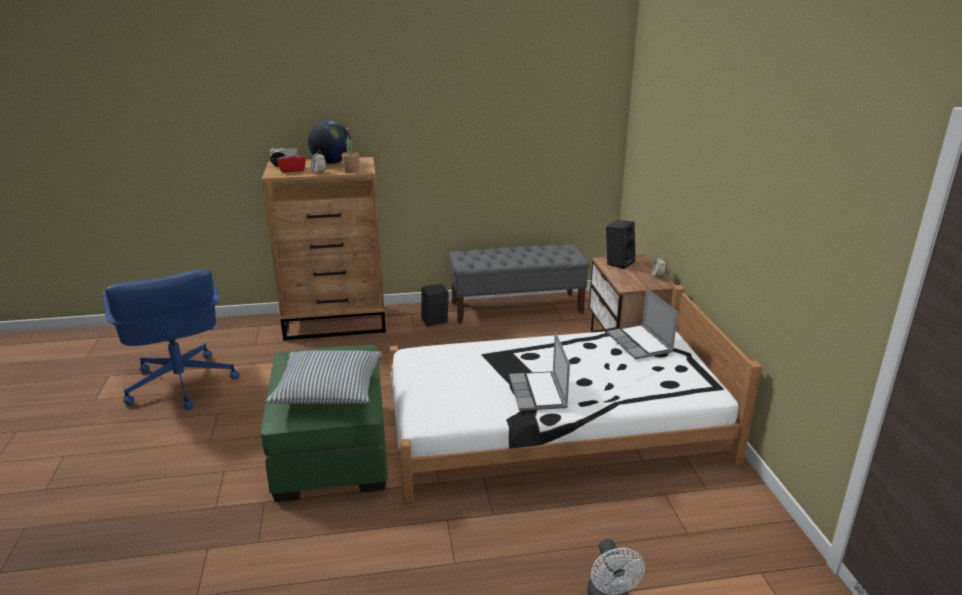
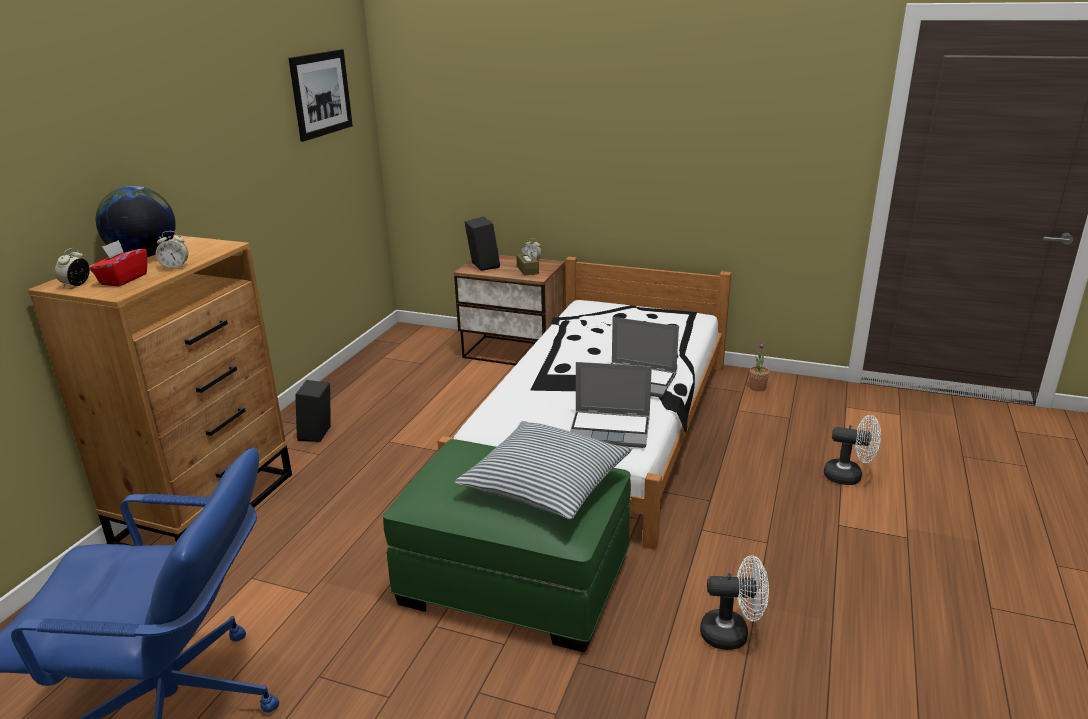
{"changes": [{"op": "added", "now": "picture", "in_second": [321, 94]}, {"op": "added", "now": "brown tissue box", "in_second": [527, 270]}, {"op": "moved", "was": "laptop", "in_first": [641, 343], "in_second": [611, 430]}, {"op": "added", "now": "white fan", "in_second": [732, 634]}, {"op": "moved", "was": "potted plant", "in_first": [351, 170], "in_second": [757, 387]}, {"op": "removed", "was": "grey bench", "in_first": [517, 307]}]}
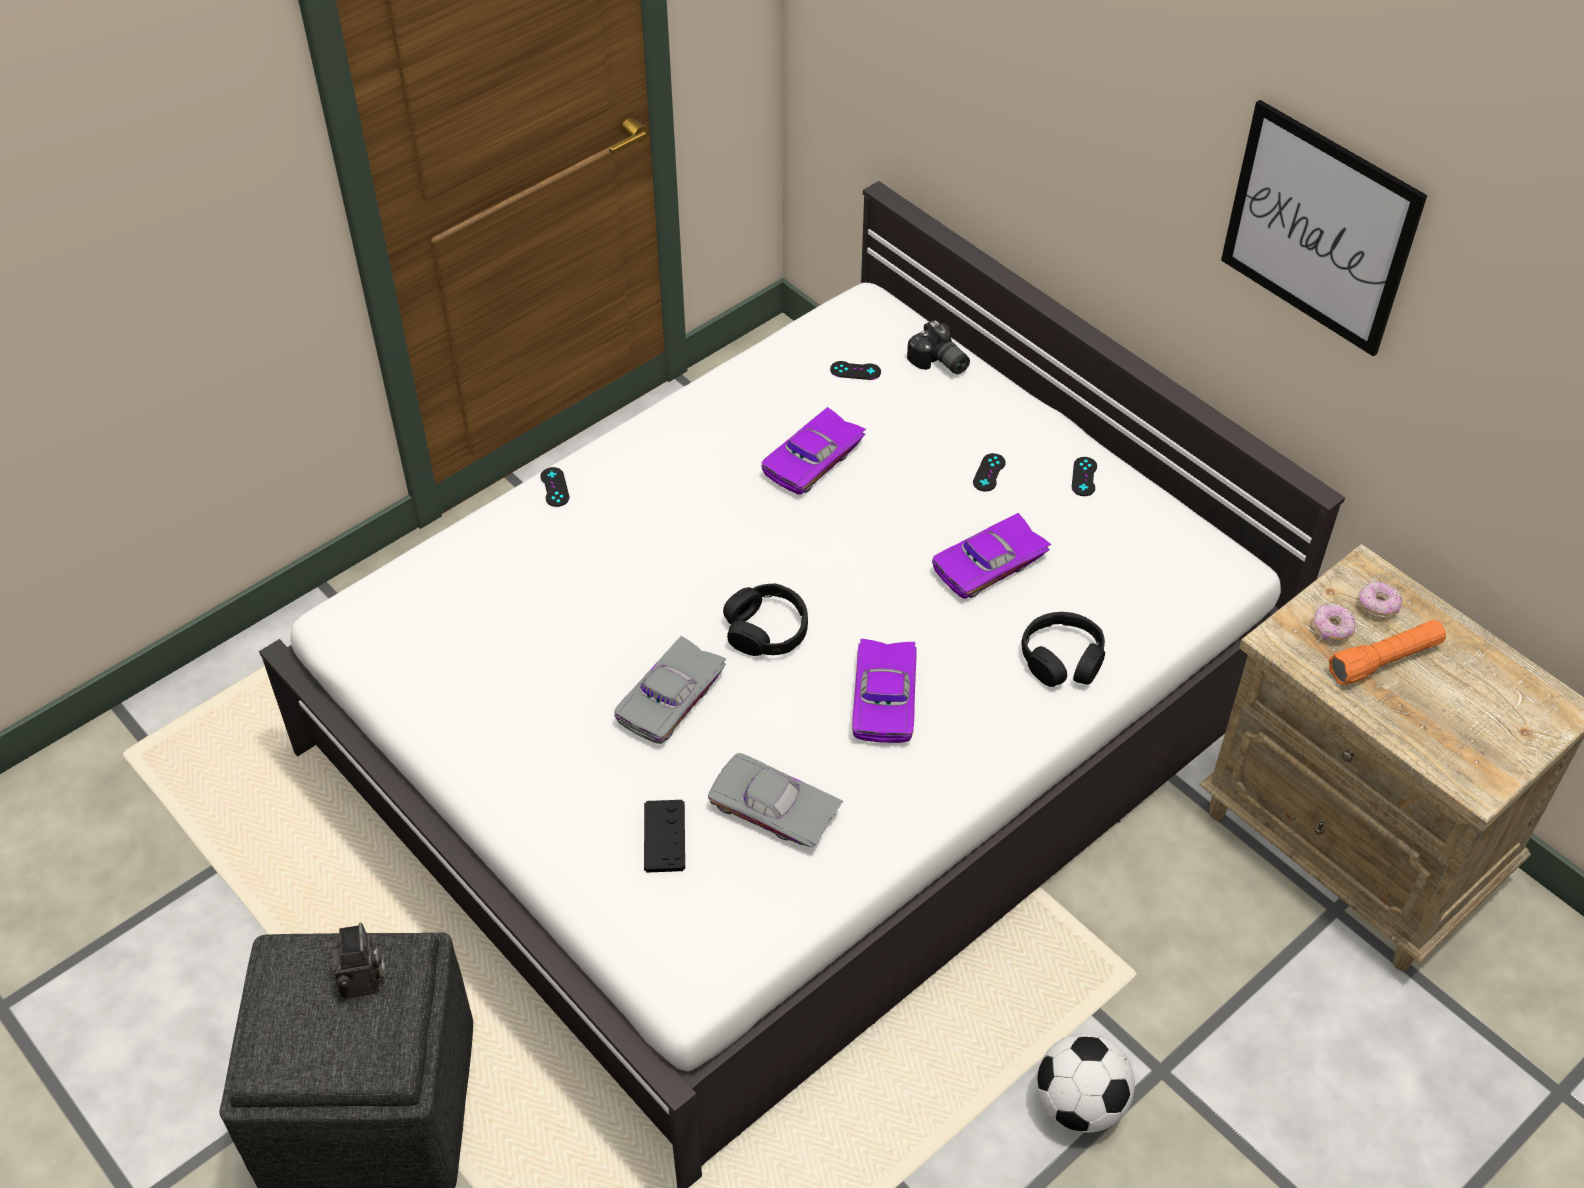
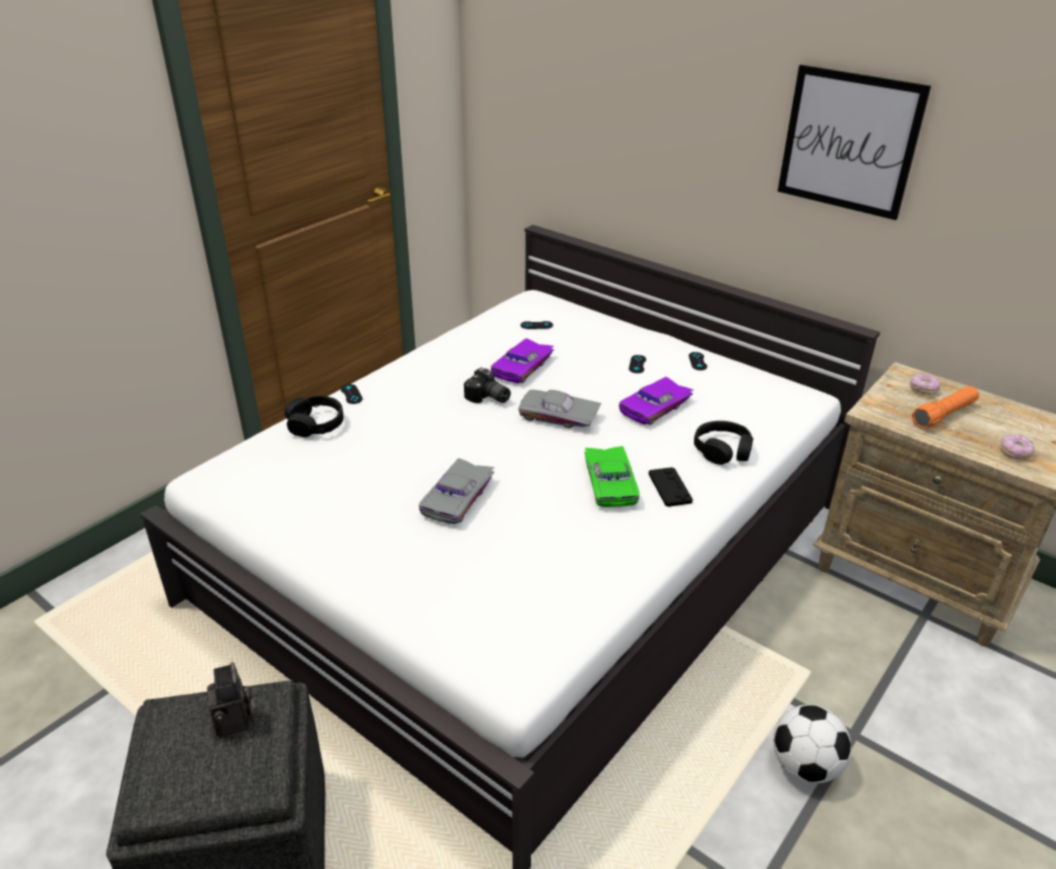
{"changes": [{"op": "moved", "was": "black headphones", "in_first": [766, 630], "in_second": [316, 424]}, {"op": "moved", "was": "photo camera", "in_first": [938, 363], "in_second": [488, 398]}, {"op": "moved", "was": "grey toy car", "in_first": [772, 812], "in_second": [558, 417]}, {"op": "recoloured", "was": "purple toy car", "now": "green toy car", "in_first": [888, 699], "in_second": [612, 483]}, {"op": "moved", "was": "black game controller", "in_first": [664, 837], "in_second": [669, 488]}, {"op": "moved", "was": "donut", "in_first": [1331, 629], "in_second": [1015, 453]}]}
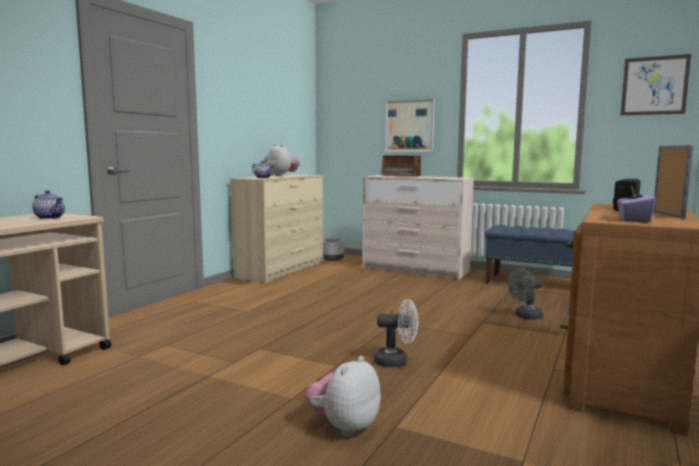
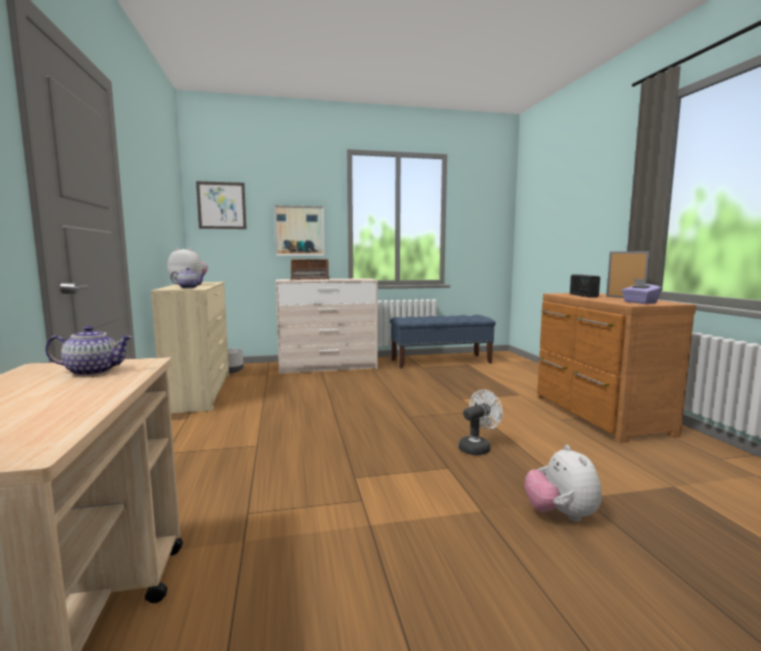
{"changes": [{"op": "moved", "was": "picture", "in_first": [654, 85], "in_second": [221, 205]}, {"op": "removed", "was": "grey fan", "in_first": [525, 316]}]}
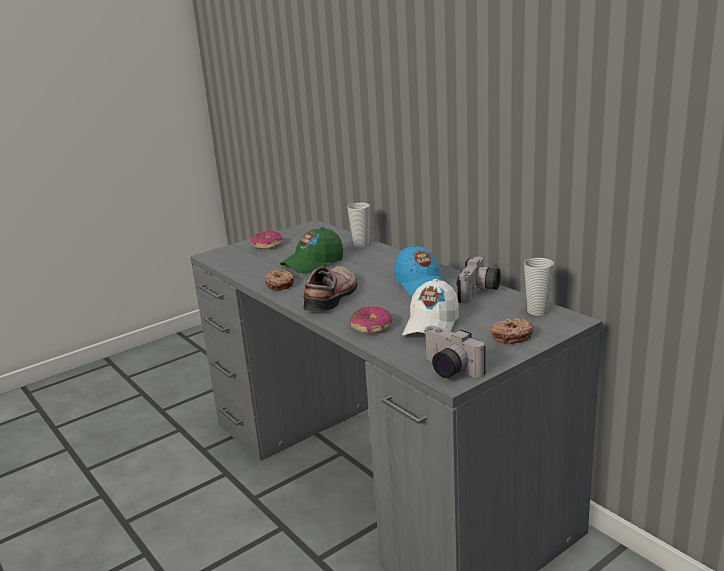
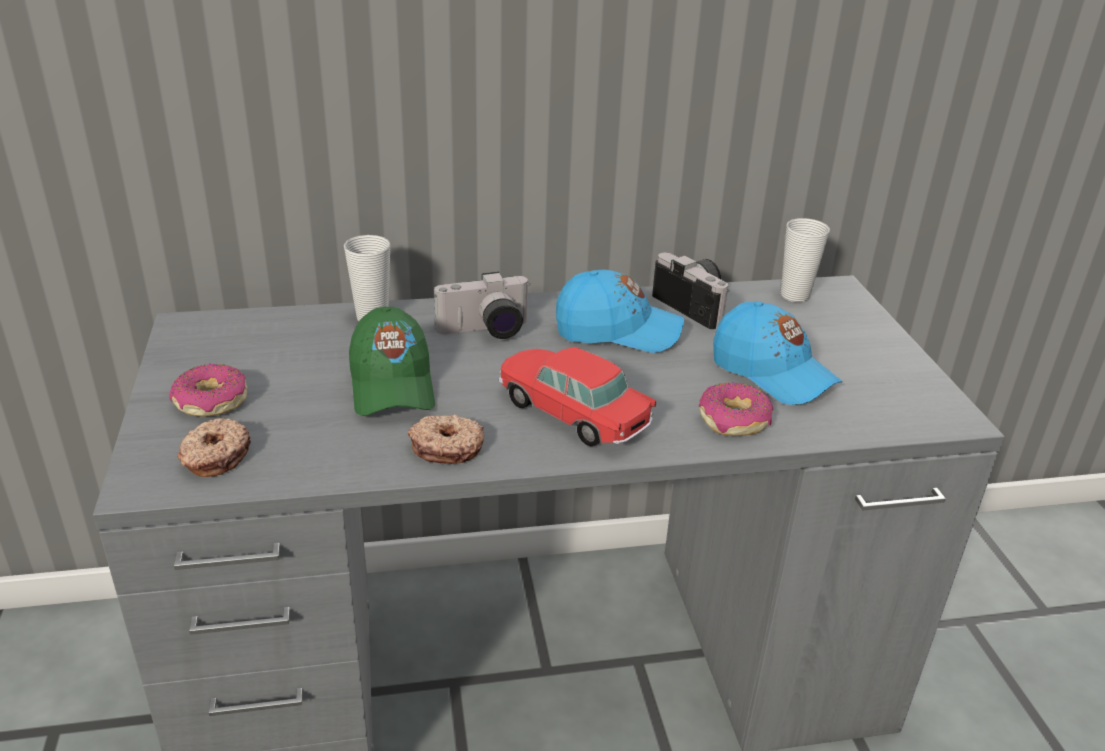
{"changes": [{"op": "moved", "was": "donut", "in_first": [511, 336], "in_second": [215, 456]}, {"op": "moved", "was": "photo camera", "in_first": [448, 370], "in_second": [485, 331]}, {"op": "replaced", "was": "shoe", "now": "toy car", "in_first": [333, 296], "in_second": [572, 413]}, {"op": "recoloured", "was": "white cap", "now": "blue cap", "in_first": [431, 325], "in_second": [772, 373]}]}
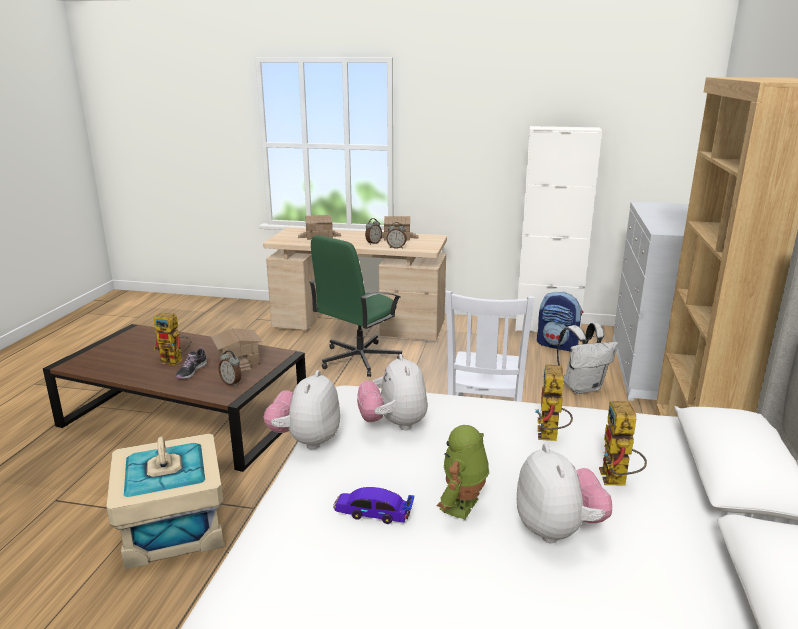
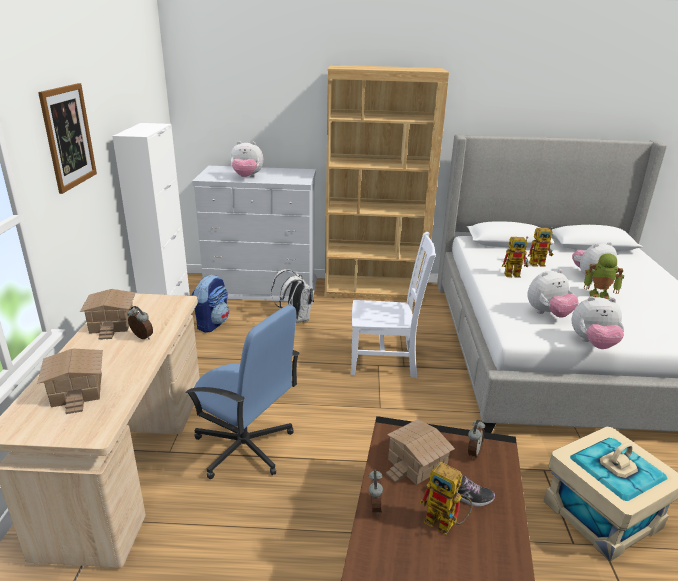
{"changes": [{"op": "added", "now": "picture", "in_second": [68, 137]}, {"op": "recoloured", "was": "green office chair", "now": "blue office chair", "in_first": [358, 359], "in_second": [245, 447]}, {"op": "added", "now": "plush toy", "in_second": [246, 177]}, {"op": "moved", "was": "alarm clock", "in_first": [396, 248], "in_second": [374, 507]}, {"op": "turned", "was": "toy robot", "in_first": [176, 361], "in_second": [445, 524], "clockwise": 120}, {"op": "removed", "was": "toy car", "in_first": [373, 513]}]}
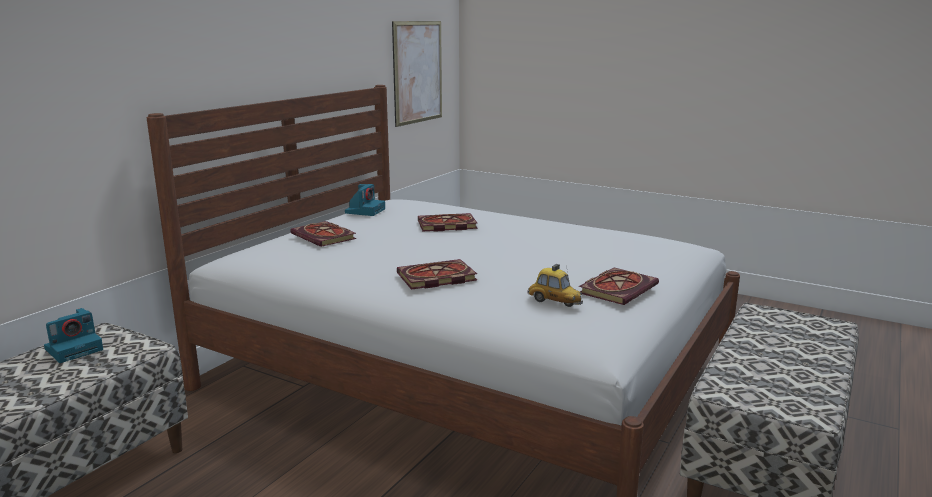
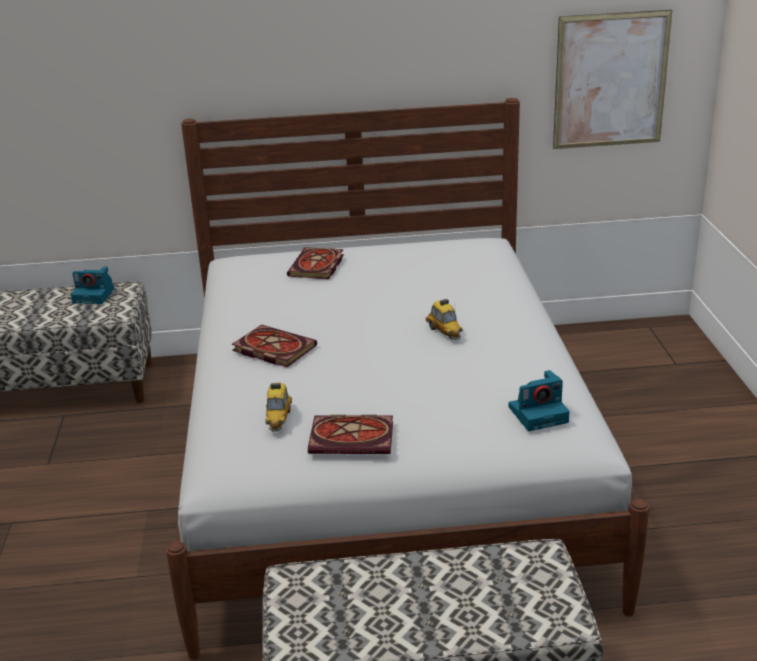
{"changes": [{"op": "added", "now": "toy car", "in_second": [444, 332]}, {"op": "moved", "was": "photo camera", "in_first": [365, 211], "in_second": [539, 414]}, {"op": "removed", "was": "book", "in_first": [445, 225]}]}
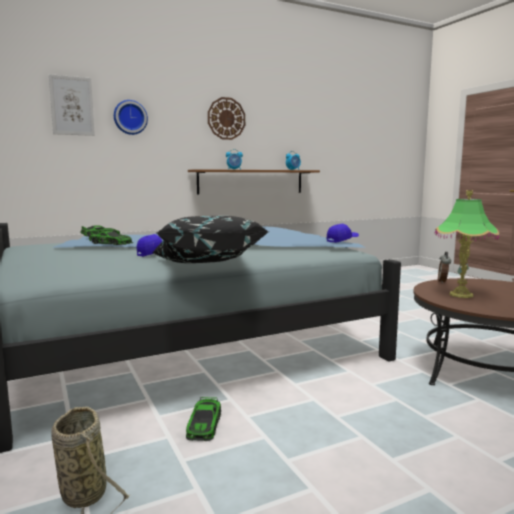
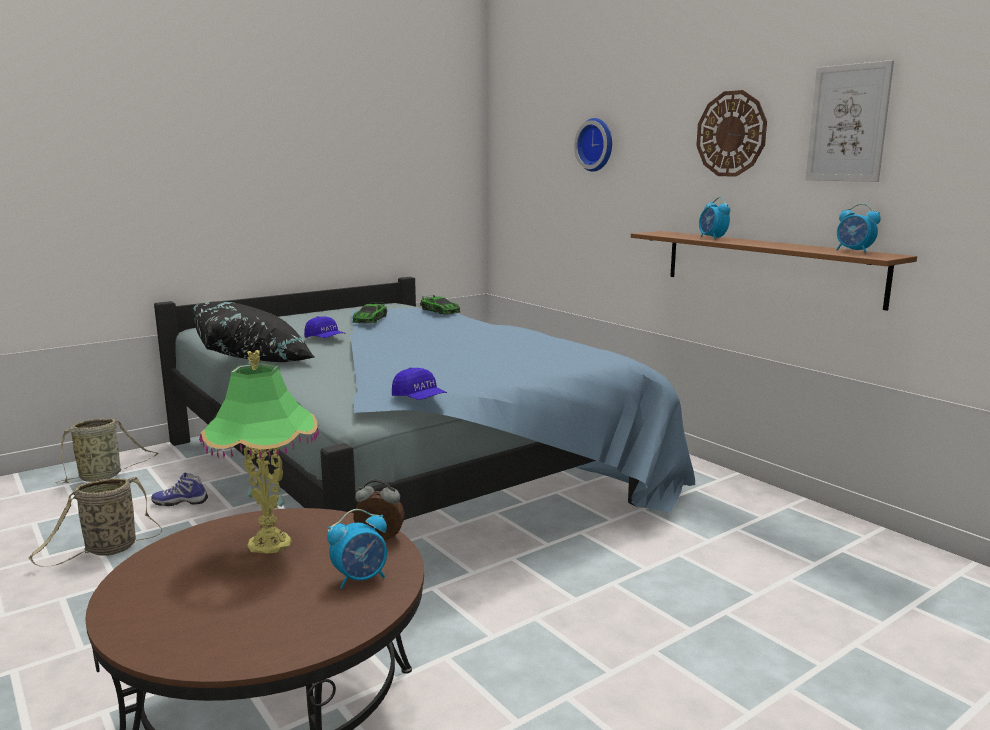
{"changes": [{"op": "added", "now": "basket", "in_second": [107, 550]}, {"op": "replaced", "was": "toy car", "now": "shoe", "in_first": [204, 425], "in_second": [181, 502]}, {"op": "added", "now": "alarm clock", "in_second": [361, 578]}, {"op": "moved", "was": "picture", "in_first": [72, 106], "in_second": [848, 123]}]}
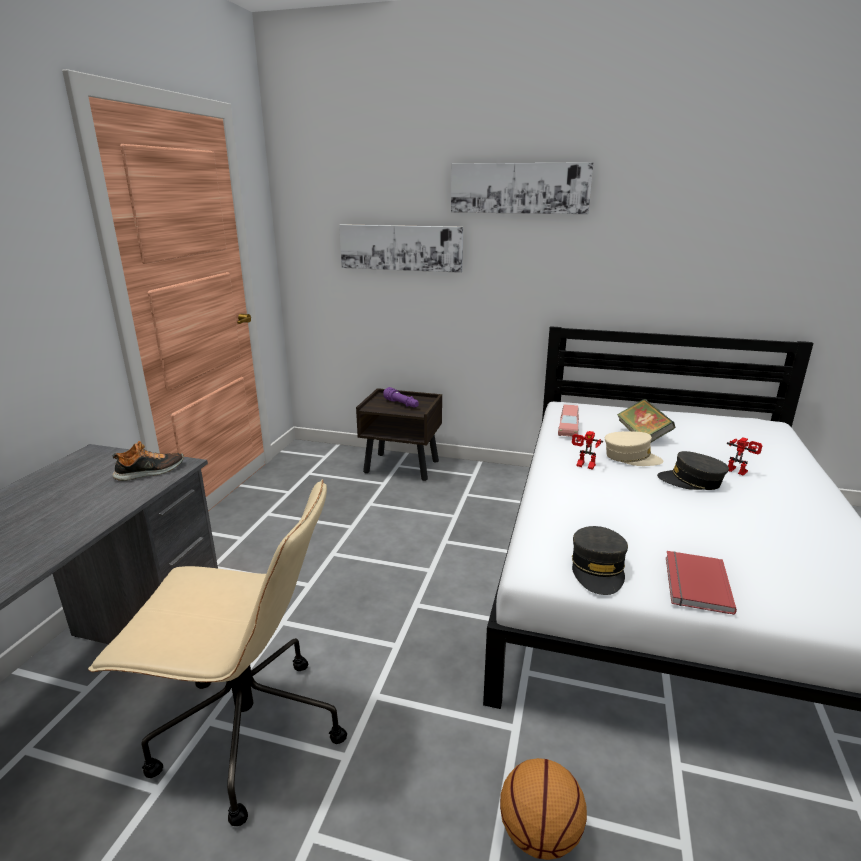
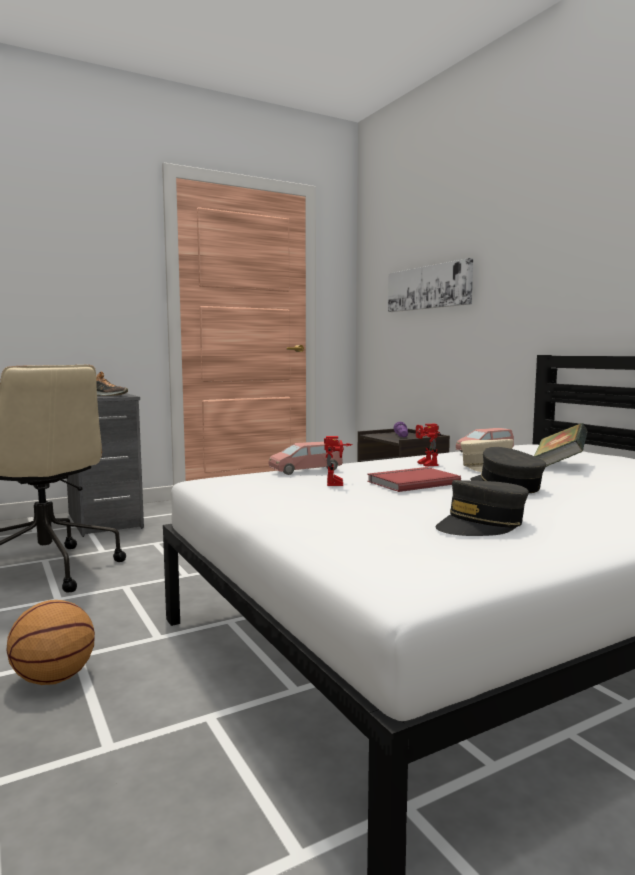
{"changes": [{"op": "added", "now": "pink toy car", "in_second": [306, 470]}, {"op": "moved", "was": "toy robot", "in_first": [739, 470], "in_second": [338, 483]}, {"op": "moved", "was": "red book", "in_first": [694, 584], "in_second": [411, 482]}, {"op": "moved", "was": "grey cap", "in_first": [598, 569], "in_second": [481, 525]}, {"op": "removed", "was": "picture", "in_first": [519, 188]}]}
